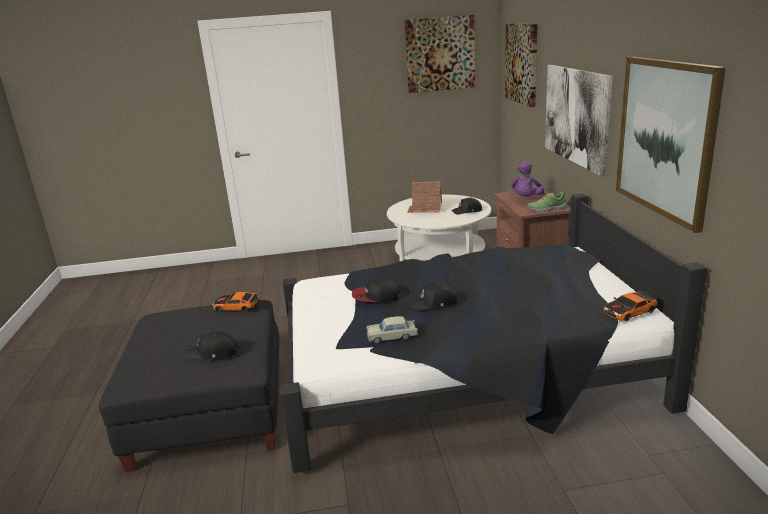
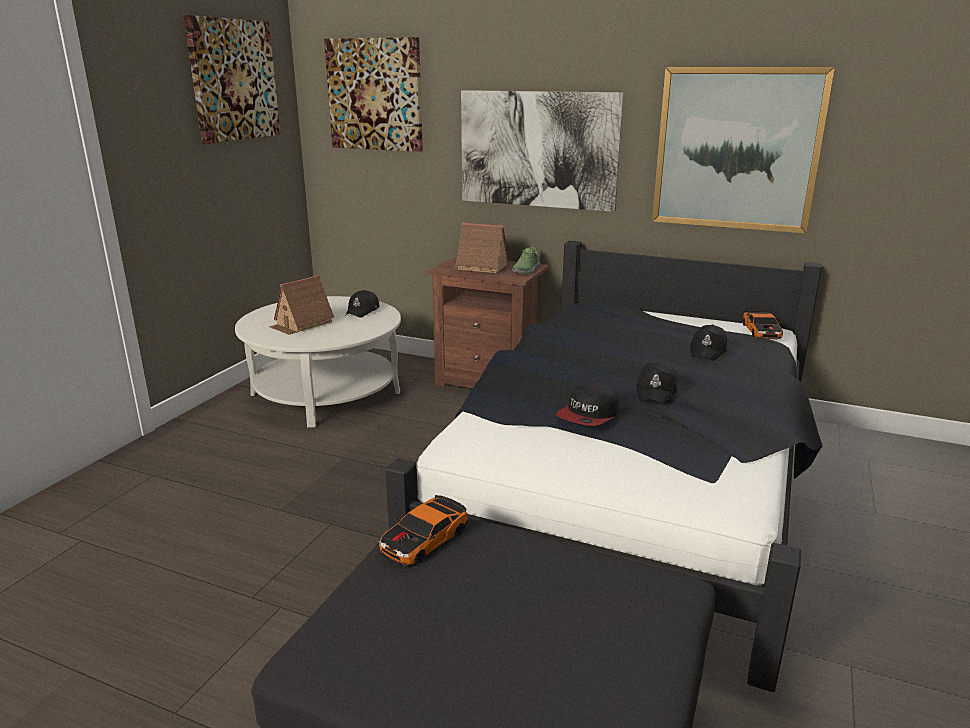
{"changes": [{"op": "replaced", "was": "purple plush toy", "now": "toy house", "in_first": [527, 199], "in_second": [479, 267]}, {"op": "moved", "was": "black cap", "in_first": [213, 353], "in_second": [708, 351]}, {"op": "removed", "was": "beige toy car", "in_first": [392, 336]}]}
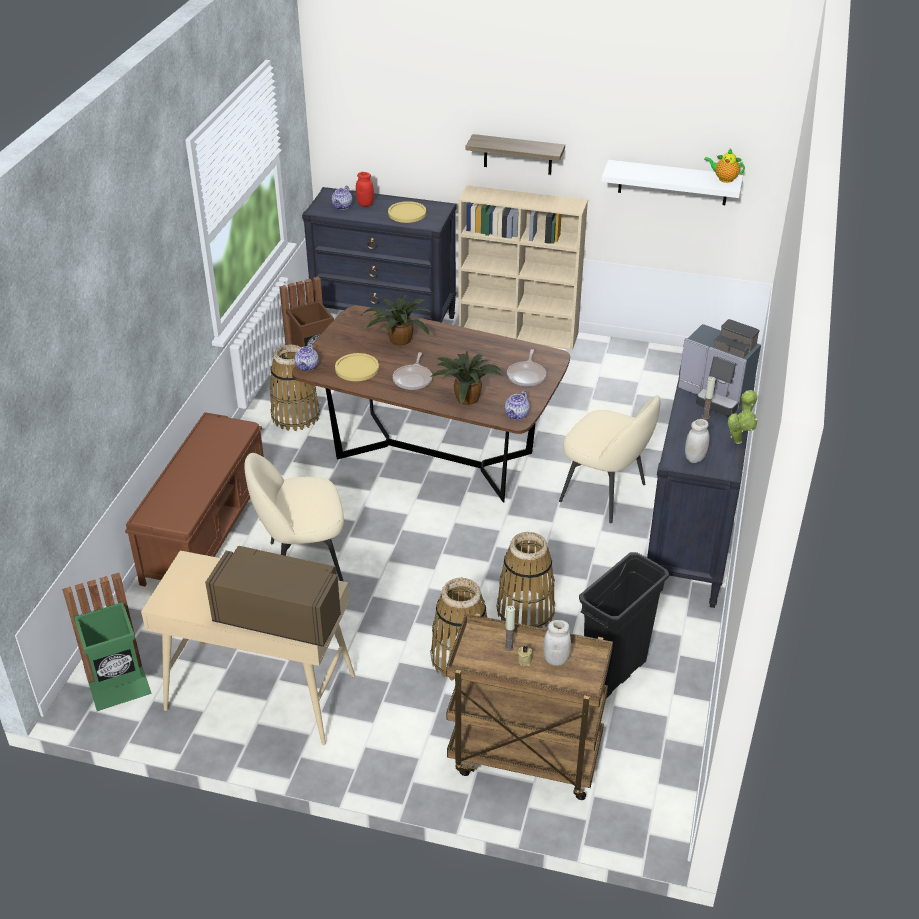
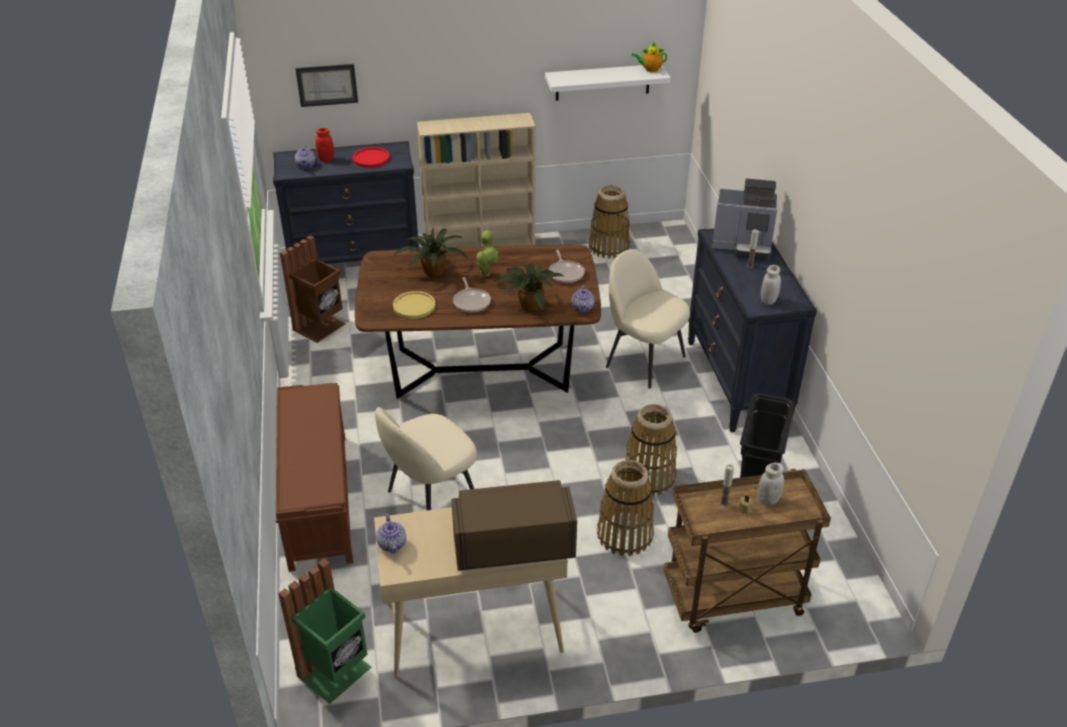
{"changes": [{"op": "added", "now": "picture", "in_second": [327, 85]}, {"op": "recoloured", "was": "yellow plate", "now": "red plate", "in_first": [407, 213], "in_second": [371, 158]}, {"op": "moved", "was": "teapot", "in_first": [307, 366], "in_second": [392, 544]}, {"op": "moved", "was": "potted plant", "in_first": [738, 440], "in_second": [486, 273]}, {"op": "moved", "was": "basket", "in_first": [295, 416], "in_second": [608, 247]}, {"op": "turned", "was": "beige chair", "in_first": [605, 493], "in_second": [643, 360], "clockwise": -150}, {"op": "removed", "was": "shelf", "in_first": [518, 154]}]}
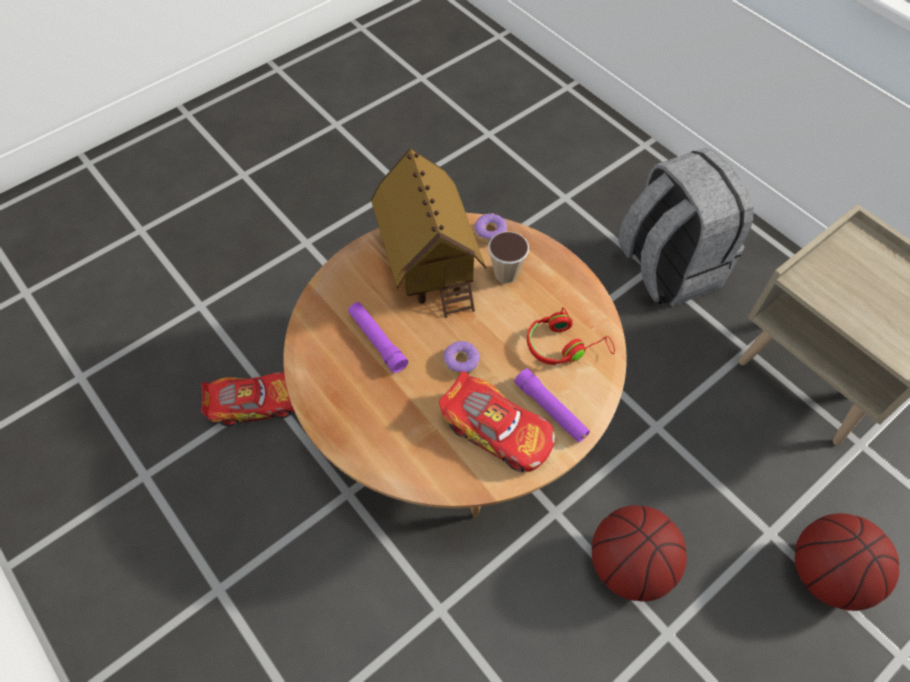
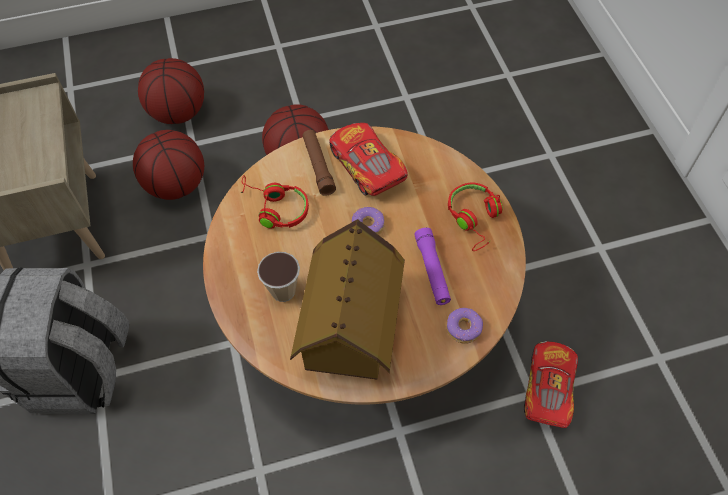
{"changes": [{"op": "added", "now": "basketball", "in_second": [177, 184]}, {"op": "recoloured", "was": "purple flashlight", "now": "brown flashlight", "in_first": [551, 410], "in_second": [318, 166]}, {"op": "moved", "was": "donut", "in_first": [490, 233], "in_second": [464, 328]}, {"op": "added", "now": "red headphones", "in_second": [474, 219]}, {"op": "turned", "was": "toy car", "in_first": [254, 403], "in_second": [548, 389], "clockwise": 90}]}
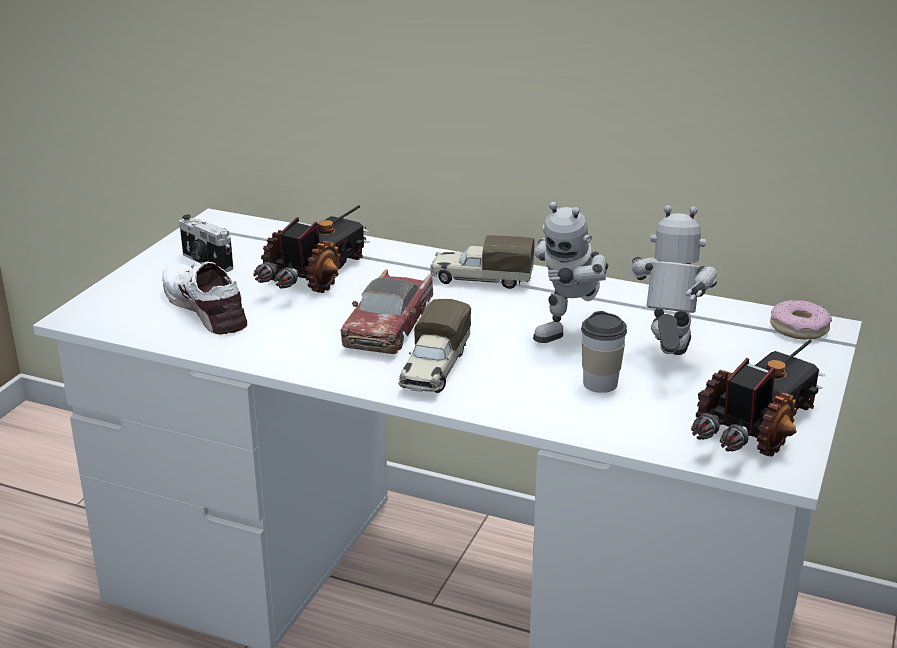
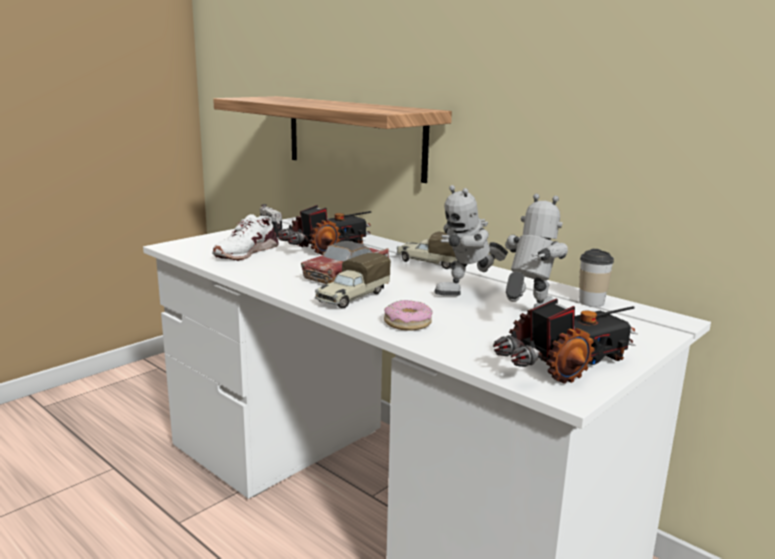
{"changes": [{"op": "turned", "was": "white shoe", "in_first": [206, 308], "in_second": [245, 252], "clockwise": -135}, {"op": "added", "now": "shelf", "in_second": [354, 136]}, {"op": "moved", "was": "donut", "in_first": [799, 328], "in_second": [407, 323]}, {"op": "moved", "was": "cup", "in_first": [600, 384], "in_second": [591, 302]}]}
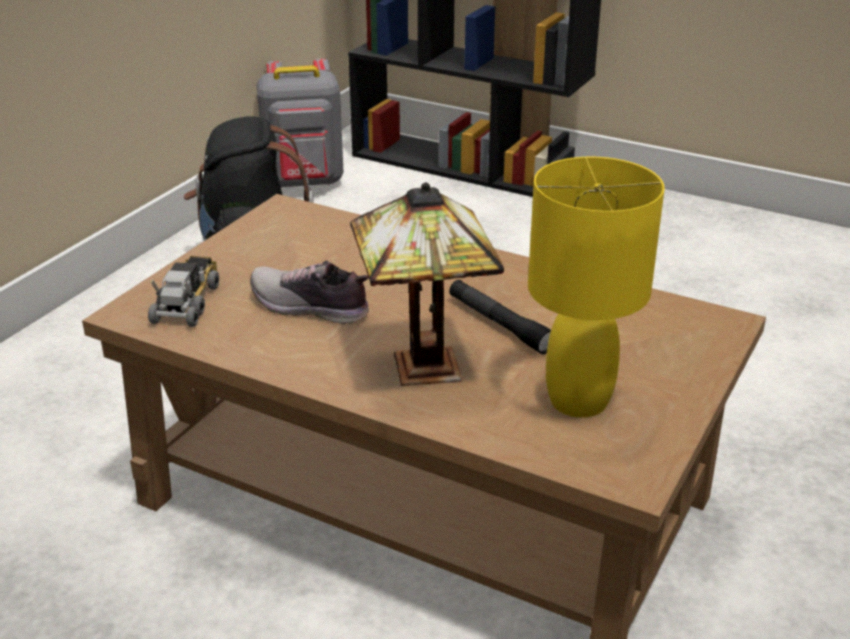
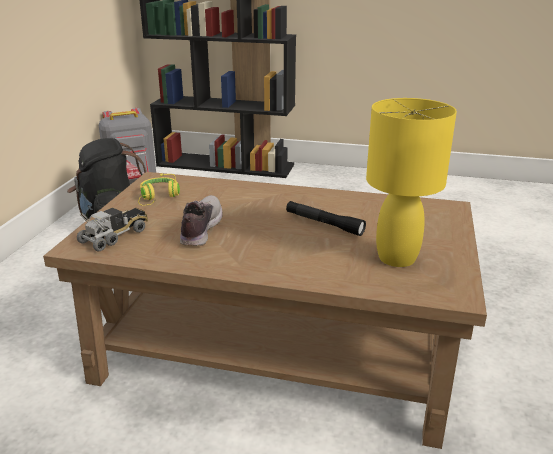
{"changes": [{"op": "turned", "was": "toy truck", "in_first": [187, 302], "in_second": [115, 236], "clockwise": 45}, {"op": "added", "now": "yellow headphones", "in_second": [158, 197]}, {"op": "turned", "was": "shoe", "in_first": [310, 308], "in_second": [200, 229], "clockwise": 90}, {"op": "removed", "was": "table lamp", "in_first": [422, 370]}]}
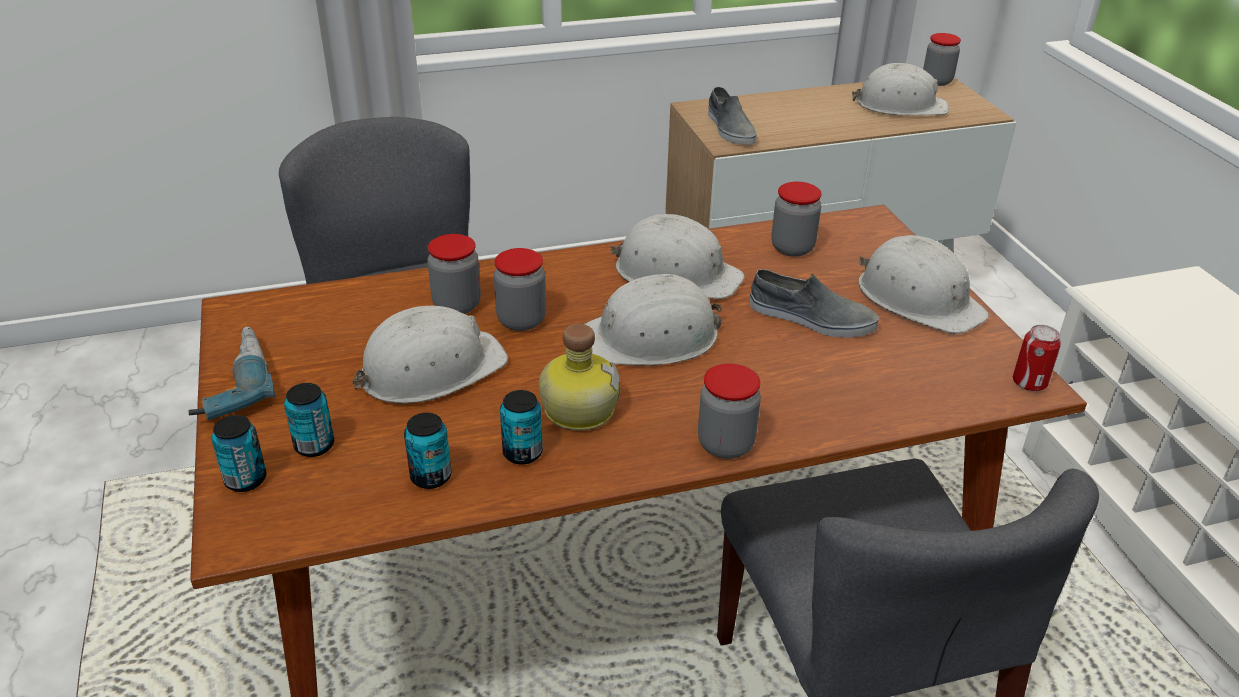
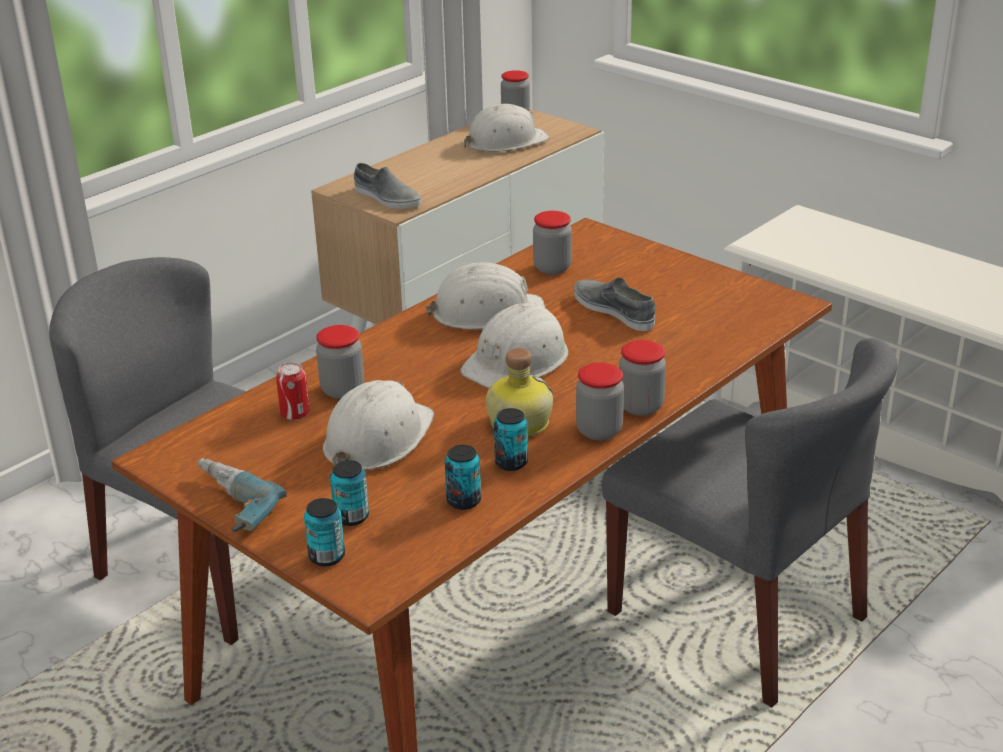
{"changes": [{"op": "moved", "was": "can", "in_first": [1029, 383], "in_second": [295, 414]}, {"op": "turned", "was": "grey shoe", "in_first": [811, 318], "in_second": [614, 310], "clockwise": -120}, {"op": "moved", "was": "jar", "in_first": [521, 320], "in_second": [599, 430]}, {"op": "removed", "was": "white hard hat", "in_first": [918, 298]}]}
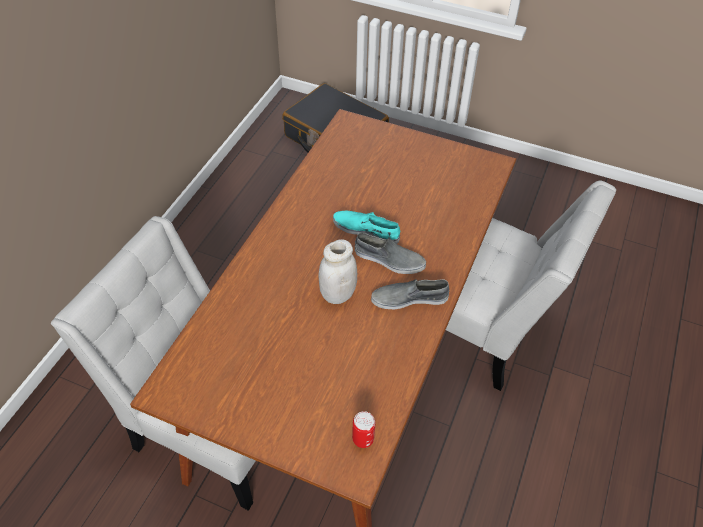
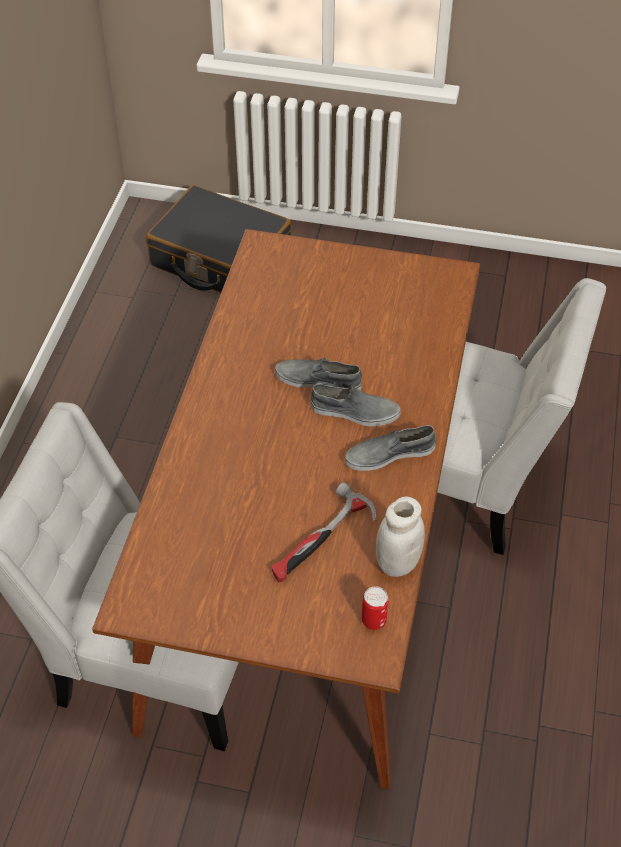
{"changes": [{"op": "added", "now": "hammer", "in_second": [322, 541]}, {"op": "recoloured", "was": "turquoise shoe", "now": "grey shoe", "in_first": [366, 230], "in_second": [318, 380]}, {"op": "moved", "was": "white jar", "in_first": [337, 294], "in_second": [397, 563]}]}
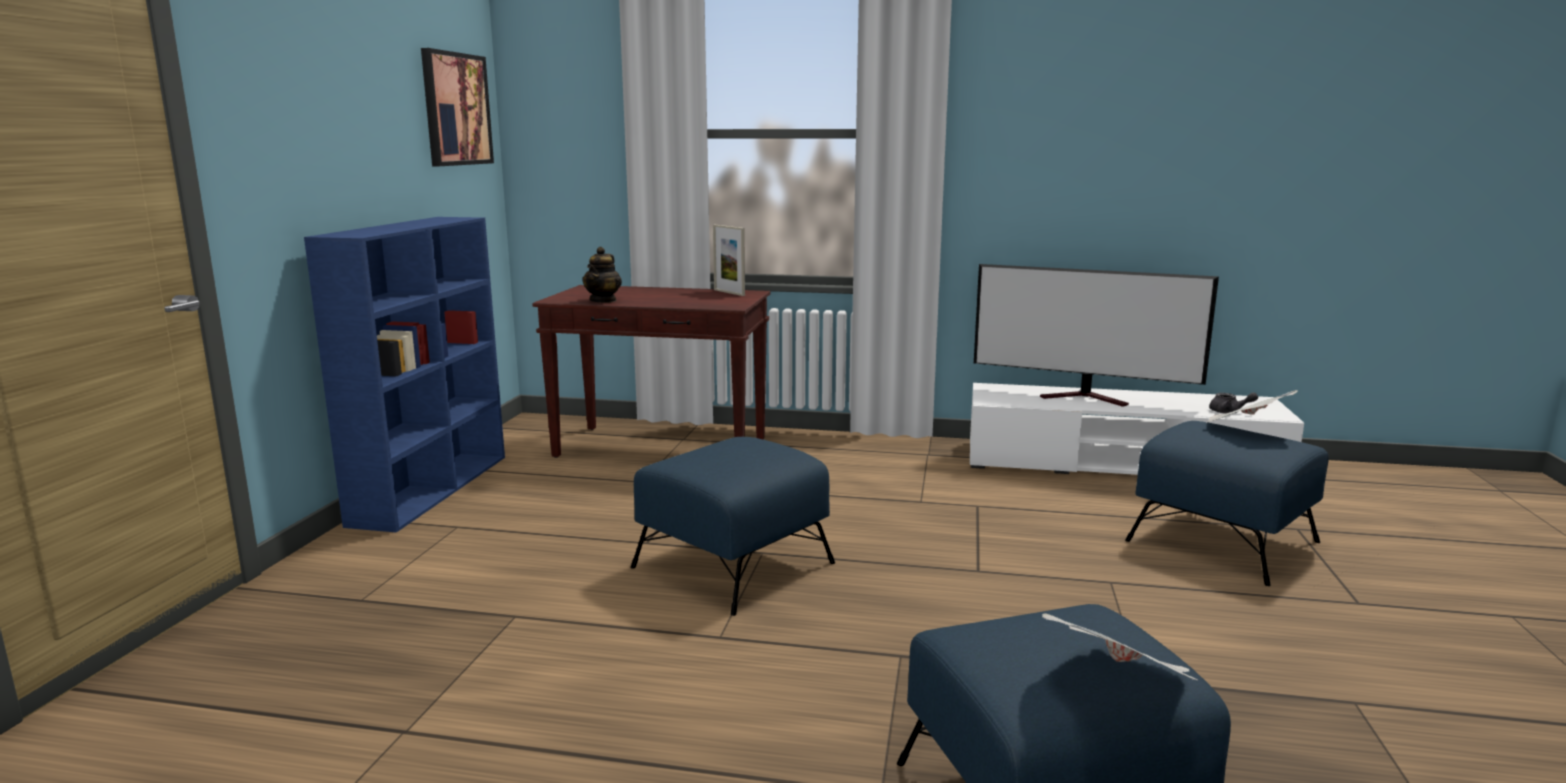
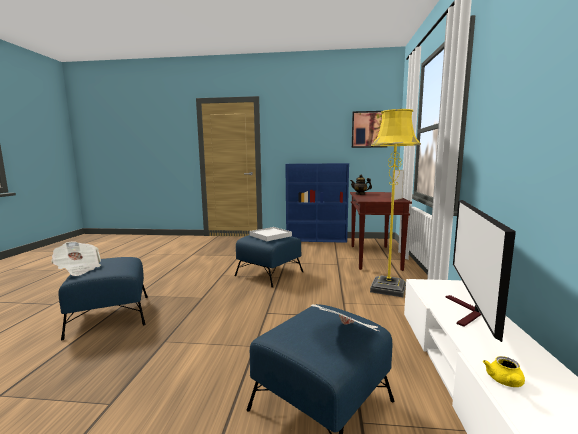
{"changes": [{"op": "added", "now": "white tray", "in_second": [270, 236]}, {"op": "added", "now": "yellow floor lamp", "in_second": [388, 288]}, {"op": "recoloured", "was": "grey teapot", "now": "yellow teapot", "in_first": [1229, 412], "in_second": [505, 382]}]}
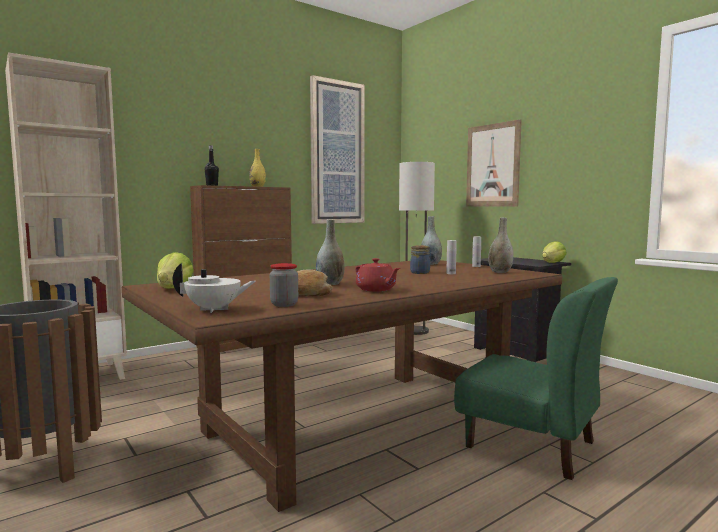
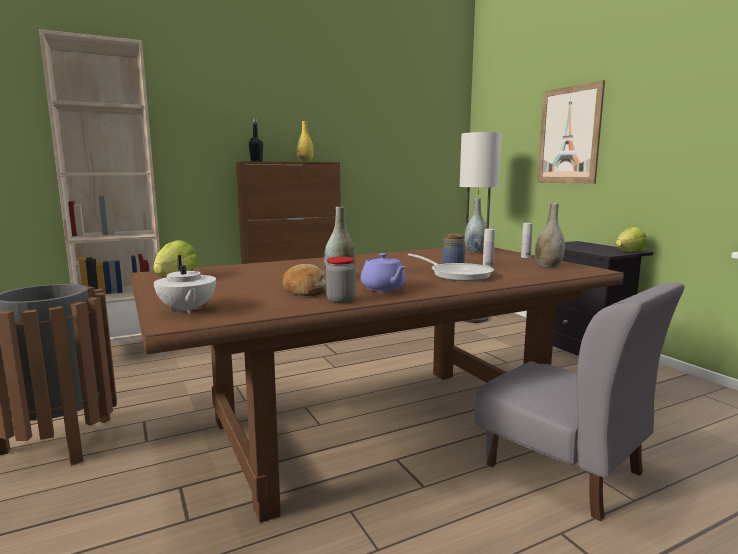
{"changes": [{"op": "turned", "was": "white teapot", "in_first": [214, 310], "in_second": [187, 310], "clockwise": 60}, {"op": "moved", "was": "jar", "in_first": [284, 304], "in_second": [341, 300]}, {"op": "recoloured", "was": "red teapot", "now": "purple teapot", "in_first": [376, 289], "in_second": [383, 288]}, {"op": "added", "now": "frying pan", "in_second": [456, 275]}, {"op": "recoloured", "was": "green chair", "now": "grey chair", "in_first": [531, 444], "in_second": [564, 469]}, {"op": "removed", "was": "picture", "in_first": [337, 153]}]}
